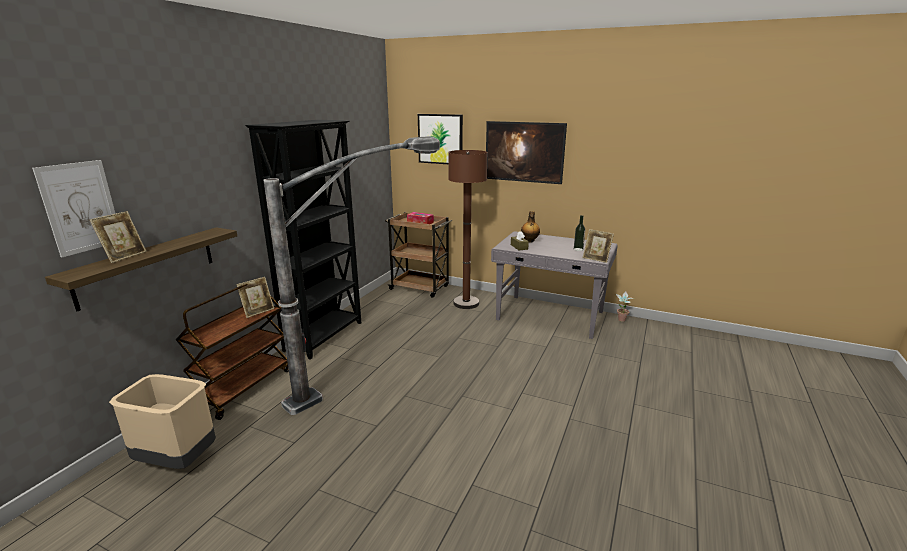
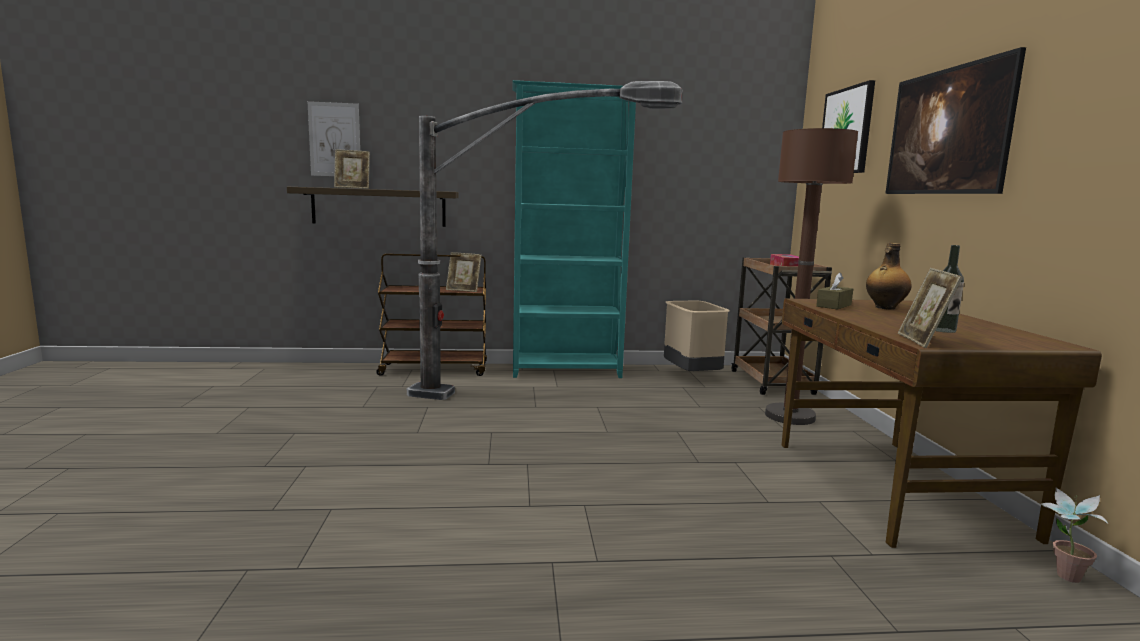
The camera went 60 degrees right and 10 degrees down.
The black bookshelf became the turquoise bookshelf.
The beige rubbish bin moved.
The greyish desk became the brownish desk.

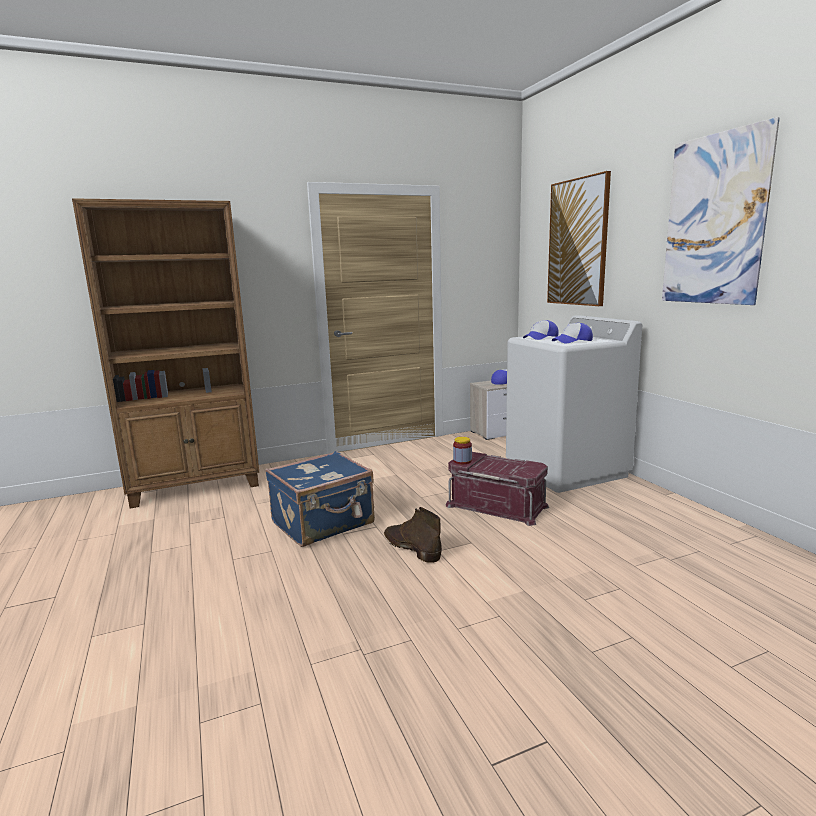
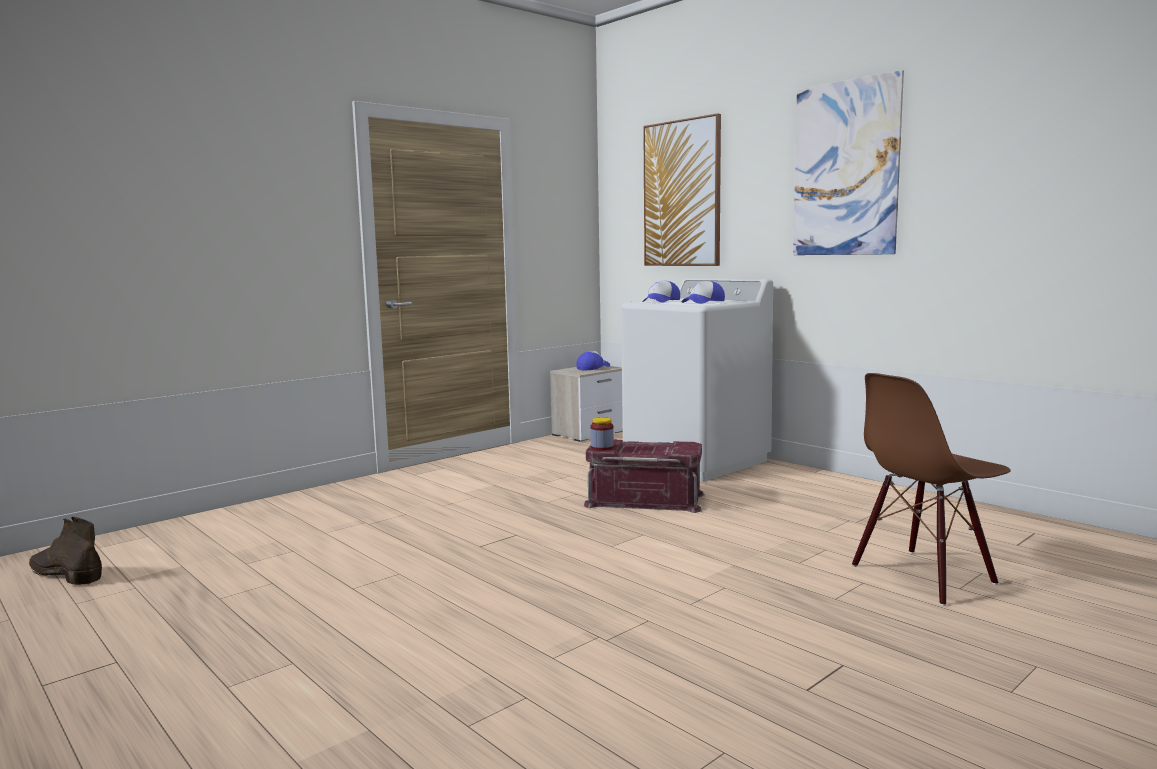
The camera went 20 degrees left and 5 degrees down.
The brownish tall boot moved.
The brownish chair appeared.
The brownish bookshelf disappeared.
The blue-coloured suitcase disappeared.

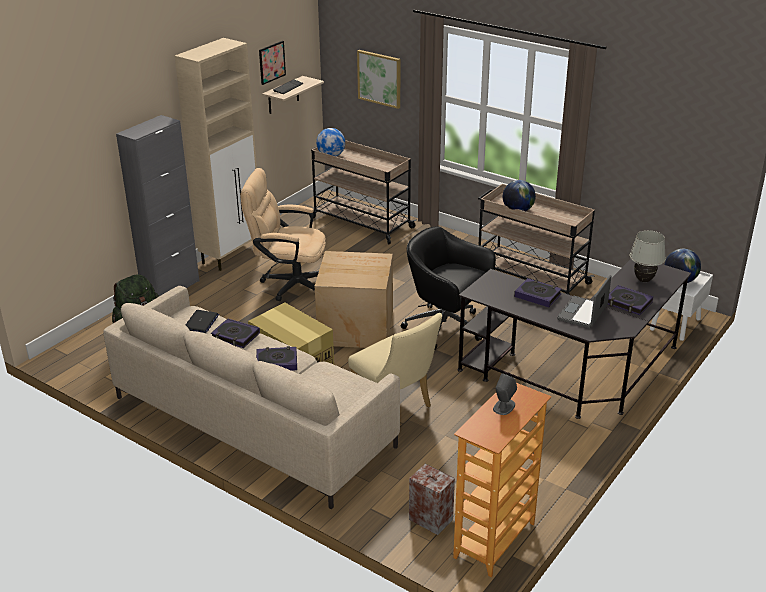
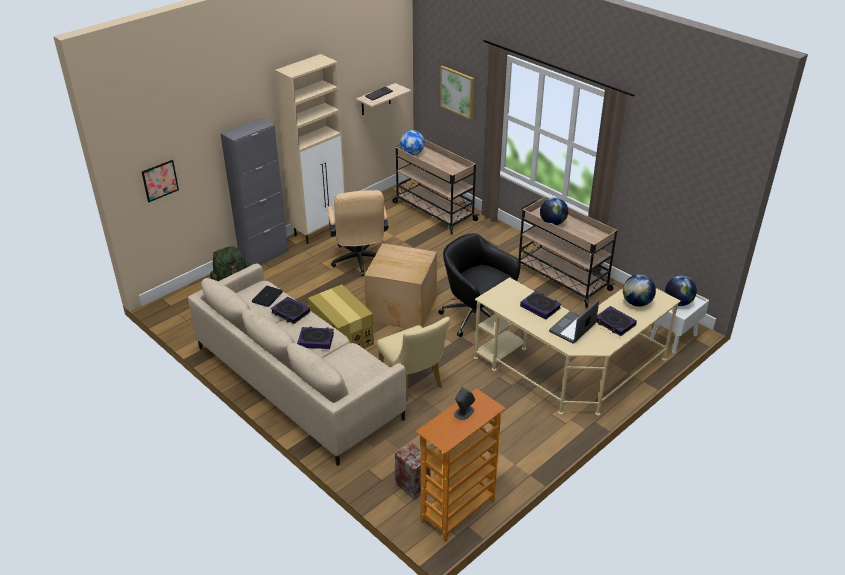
The camera went 10 degrees right and 5 degrees up.
The wall art (1st from left) moved.
The beige computer chair turned 120 degrees counterclockwise.
The black desk became the beige desk.
The white-coloured tabletop lamp was replaced by the desk globe (3rd from left).

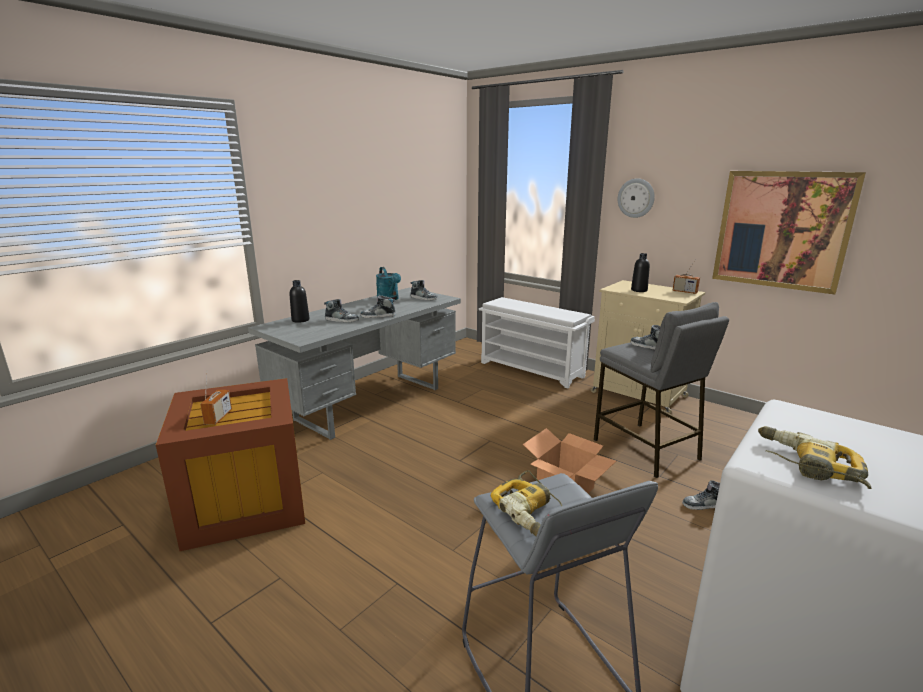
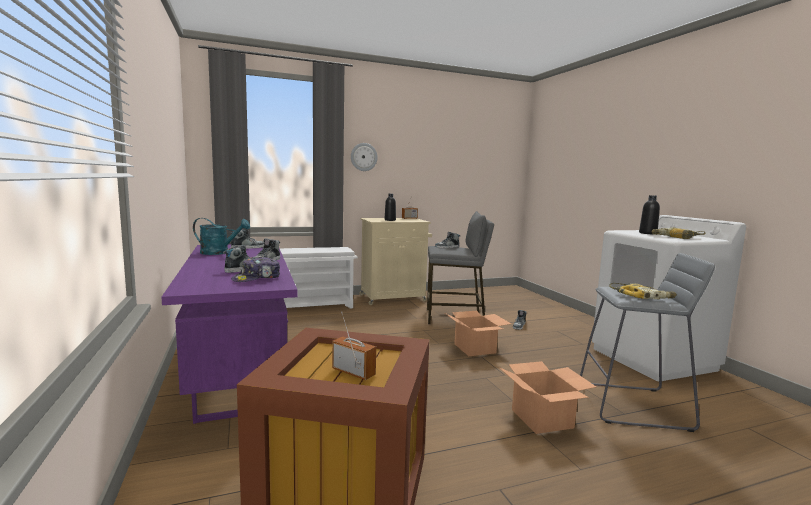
The camera went 60 degrees left and 10 degrees down.
The greyish desk became the purplish desk.
The cap appeared.
The packing box (2nd from left) appeared.
The black bottle (1st from left in the first image) moved.
The wall art disappeared.

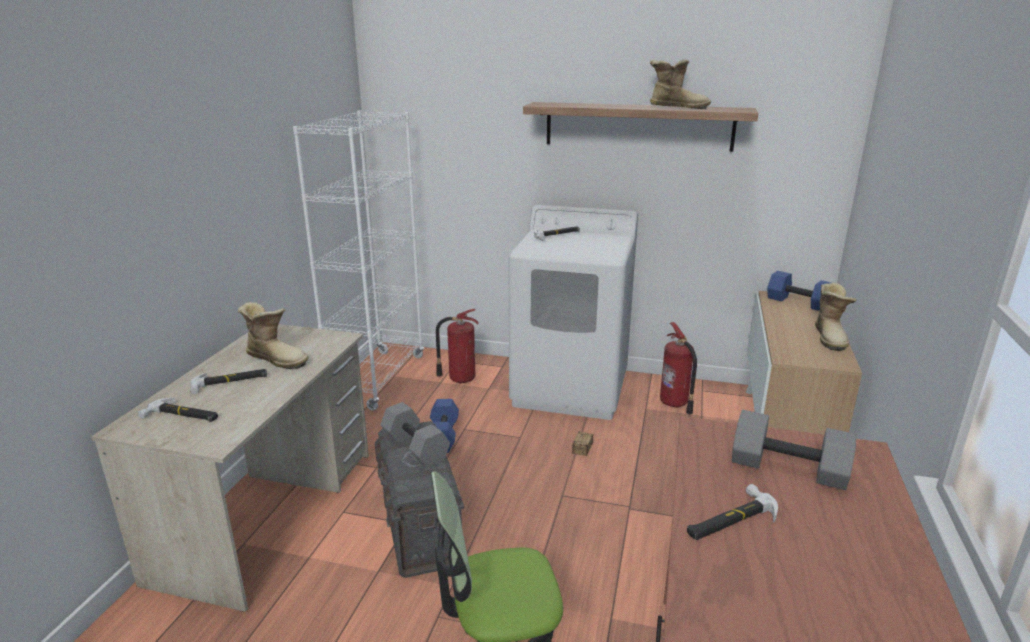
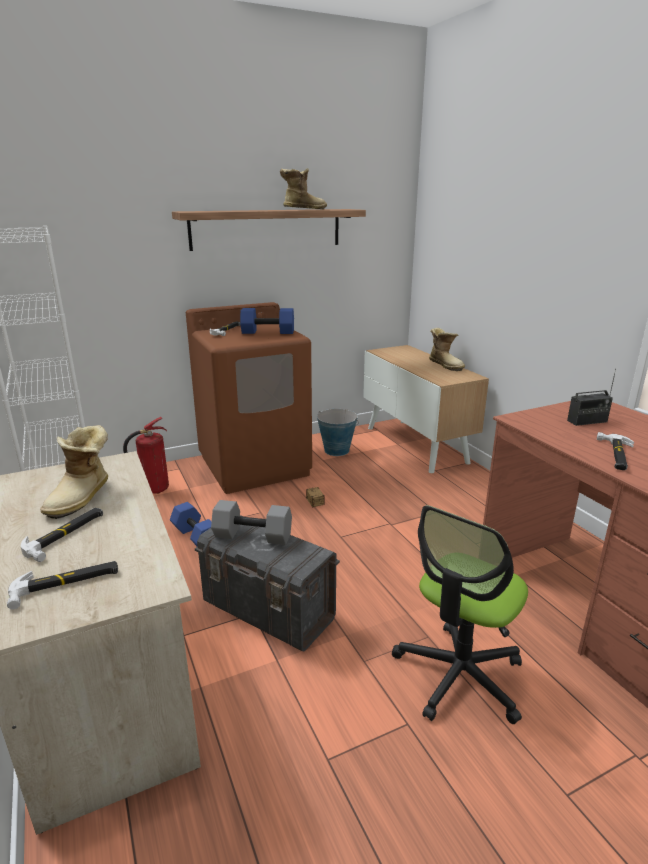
The camera went 40 degrees left and 0 degrees up.
The tall boot (1st from left) turned 120 degrees clockwise.
The white-coloured washing machine became the brownish washing machine.
The blue-coloured dumbbell (2nd from left) moved.
The extinguisher (2nd from left) was replaced by the bucket.
The greyish dumbbell (2nd from left) was replaced by the radio set.

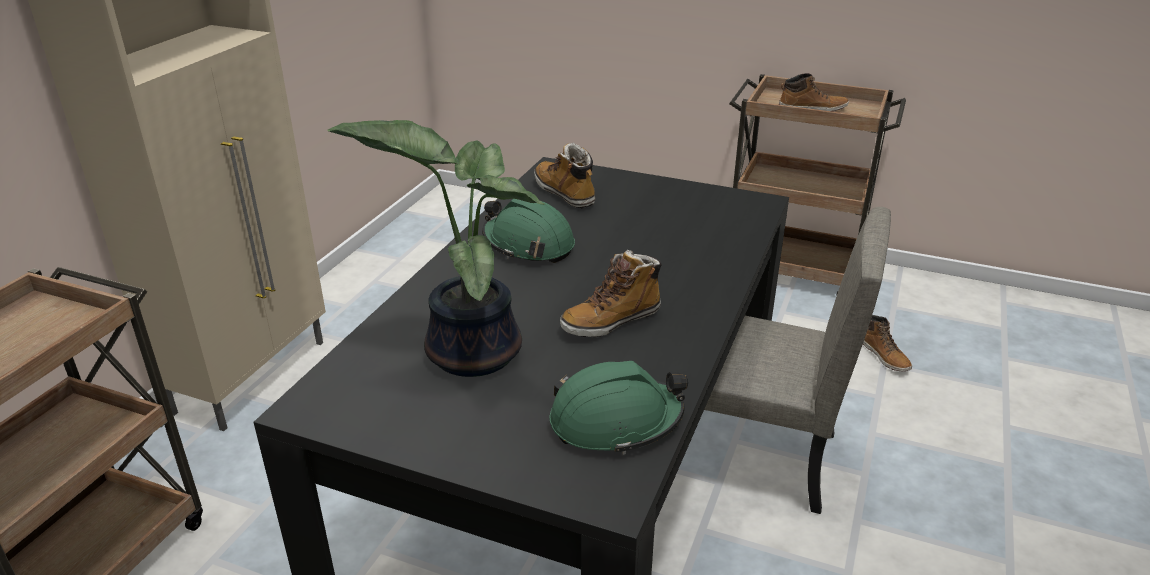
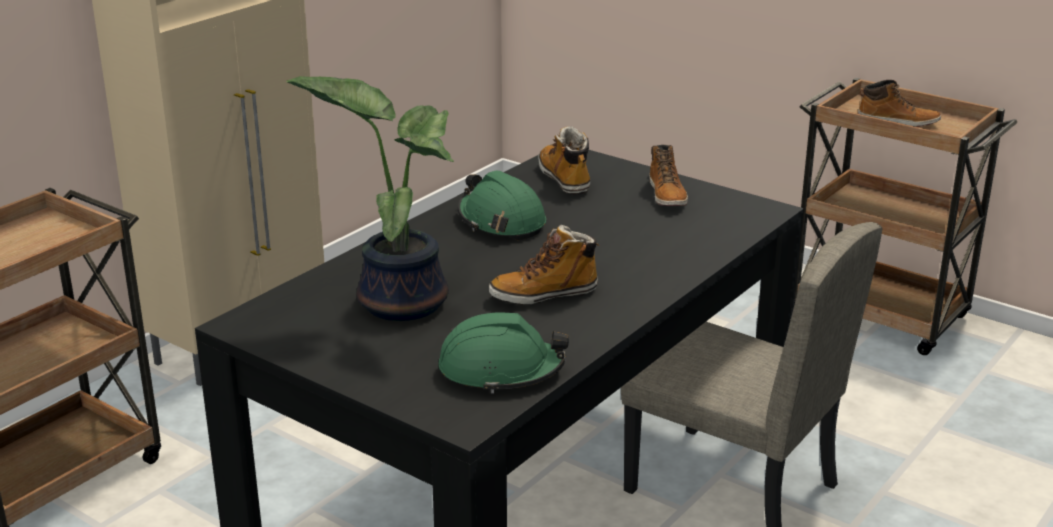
The camera went 15 degrees right and 5 degrees down.
The tall boot (4th from left in the first image) moved.

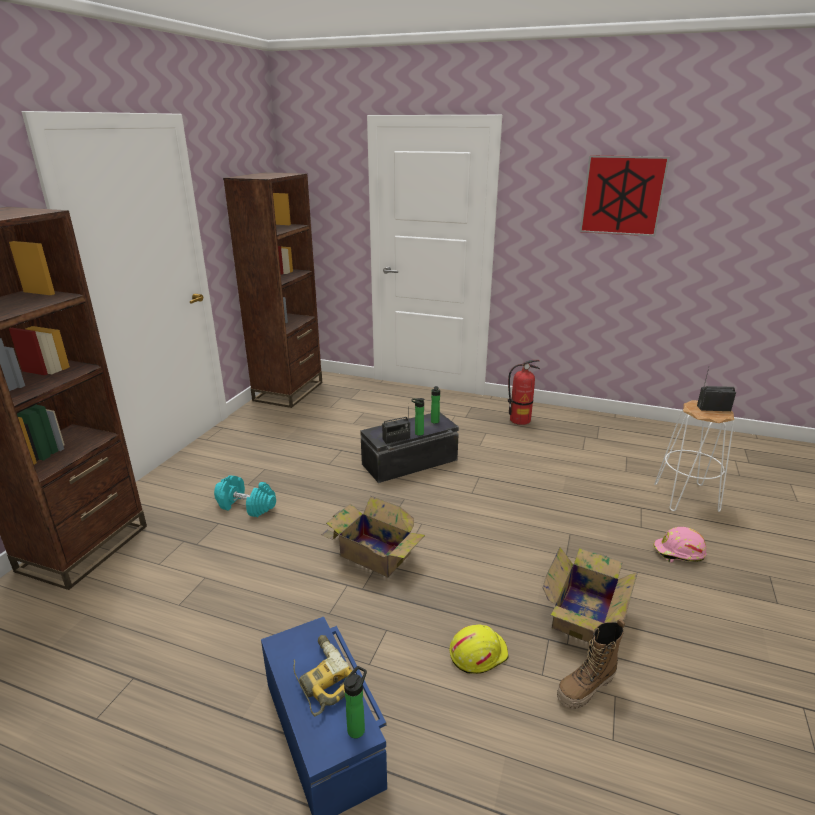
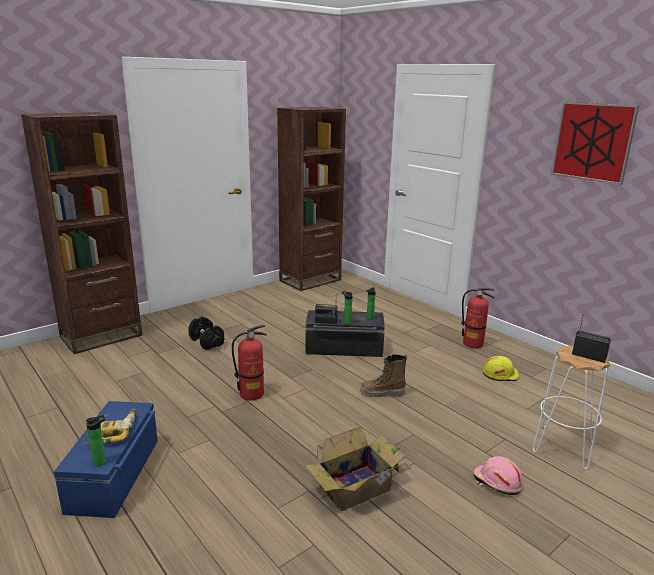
The camera went 30 degrees right and 5 degrees down.
The turquoise dumbbell became the black dumbbell.
The packing box (1st from left) was replaced by the extinguisher (1st from left).
The tall boot moved.
The yellow work helmet moved.

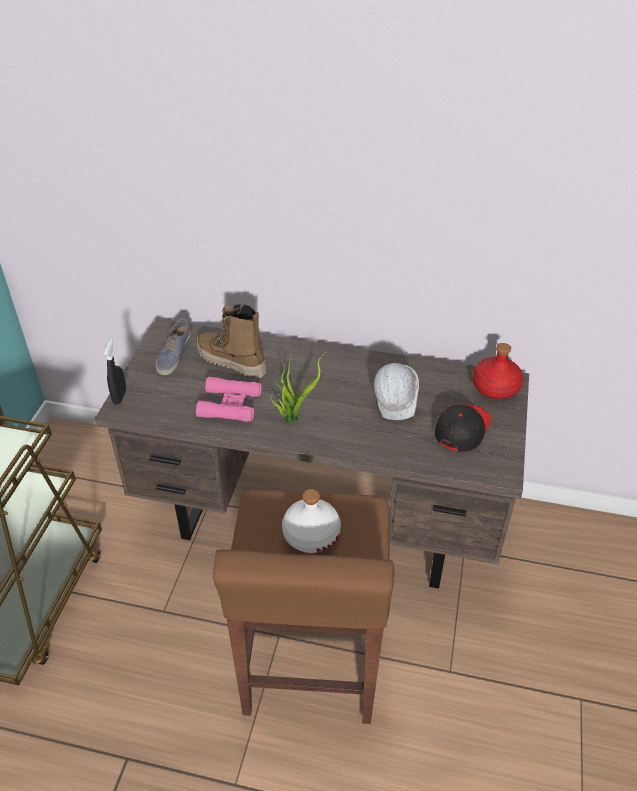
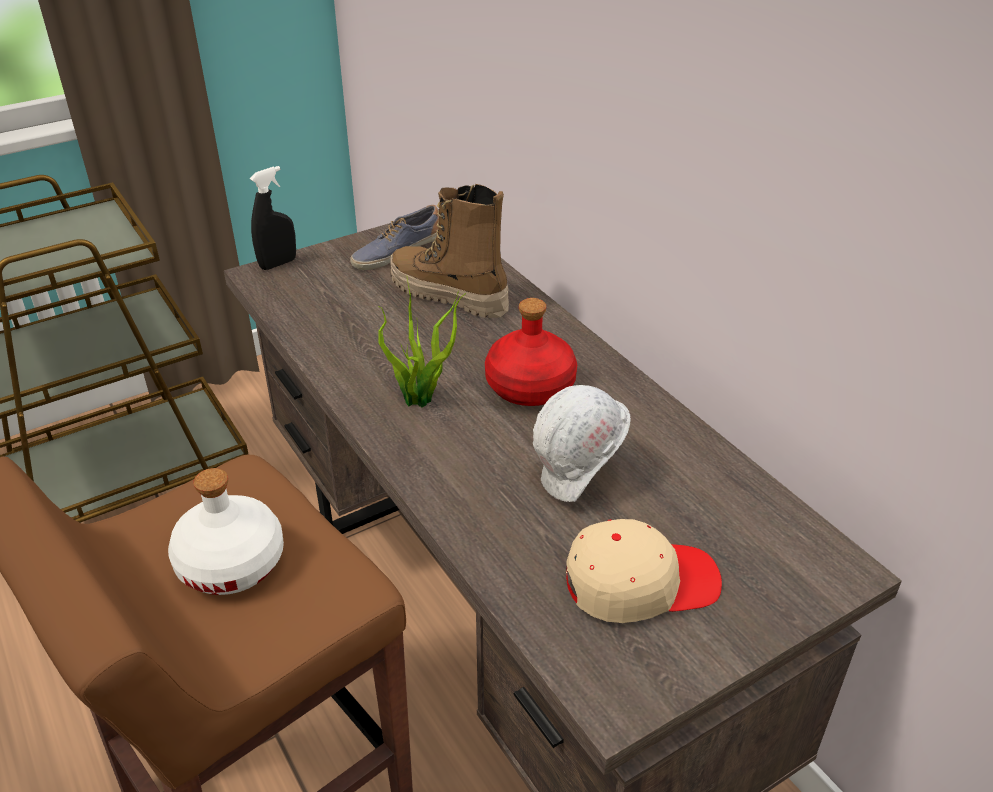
The camera went 45 degrees right and 5 degrees down.
The tall boot turned 45 degrees counterclockwise.
The red bottle moved.
The black cap became the beige cap.
The pinkish pair of binoculars disappeared.

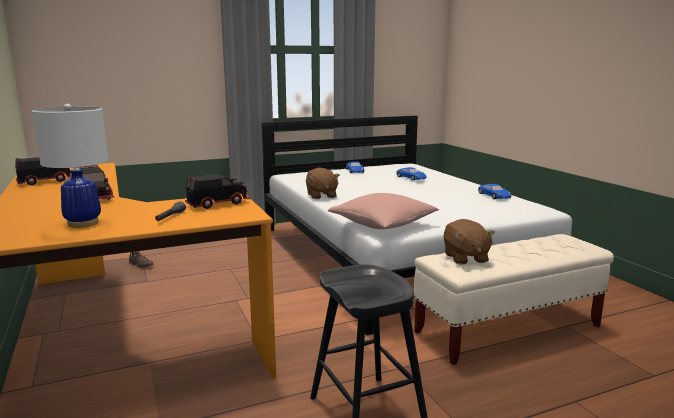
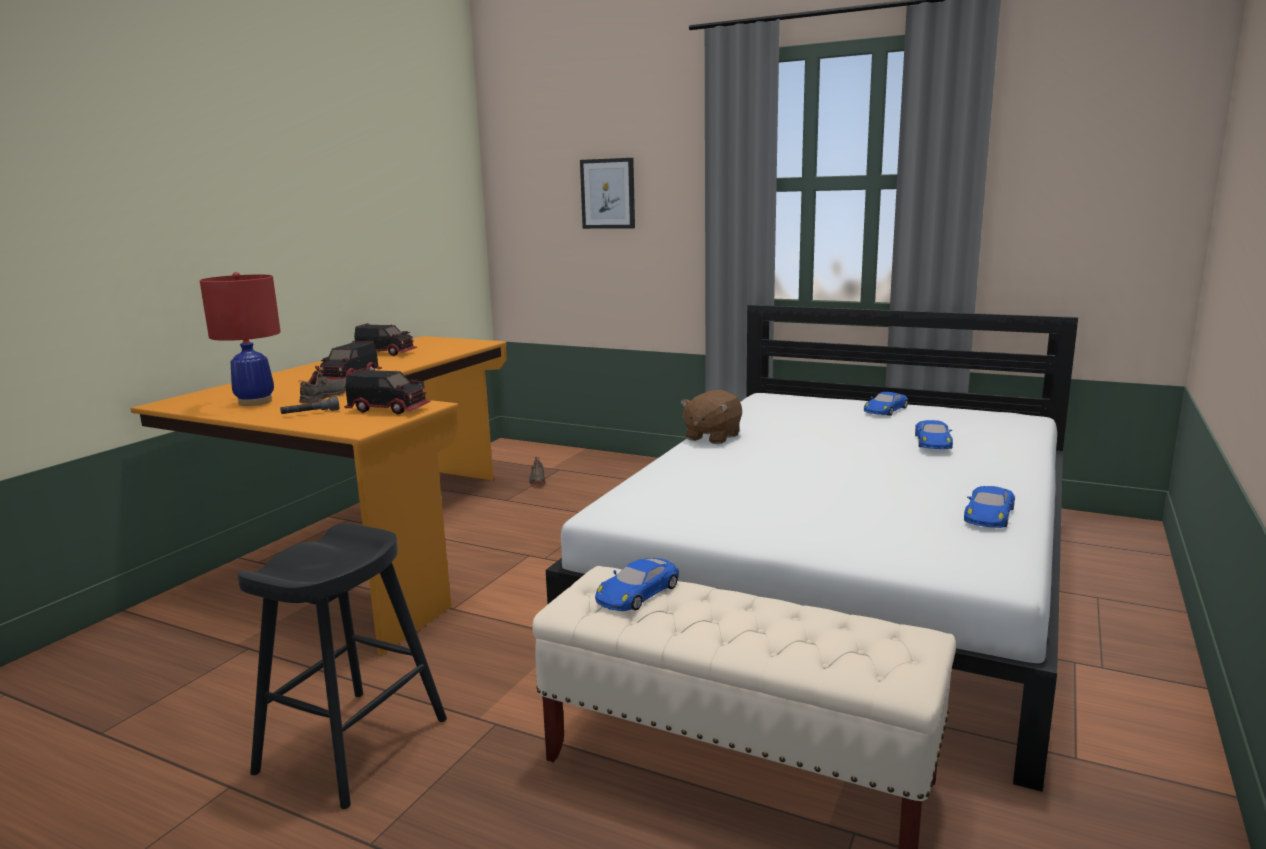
The camera went 50 degrees right and 0 degrees up.
The white-coloured tabletop lamp became the red tabletop lamp.
The black shoe (1st from left) appeared.
The wall art appeared.
The brownish cuddly toy (2nd from left) was replaced by the blue-coloured toy car (1st from left).
The pinkish pillow disappeared.

